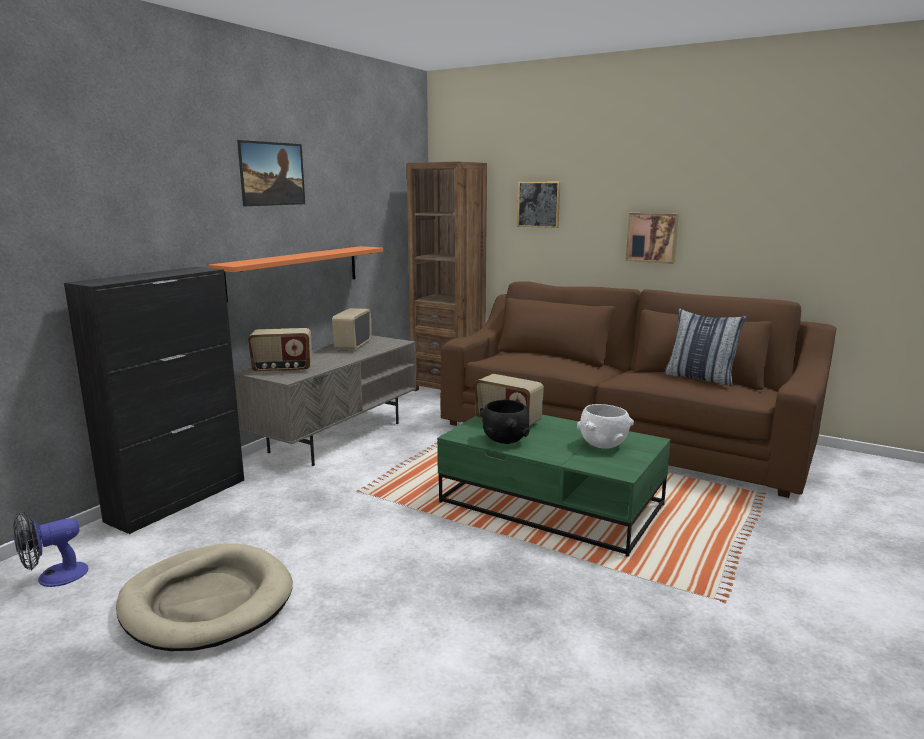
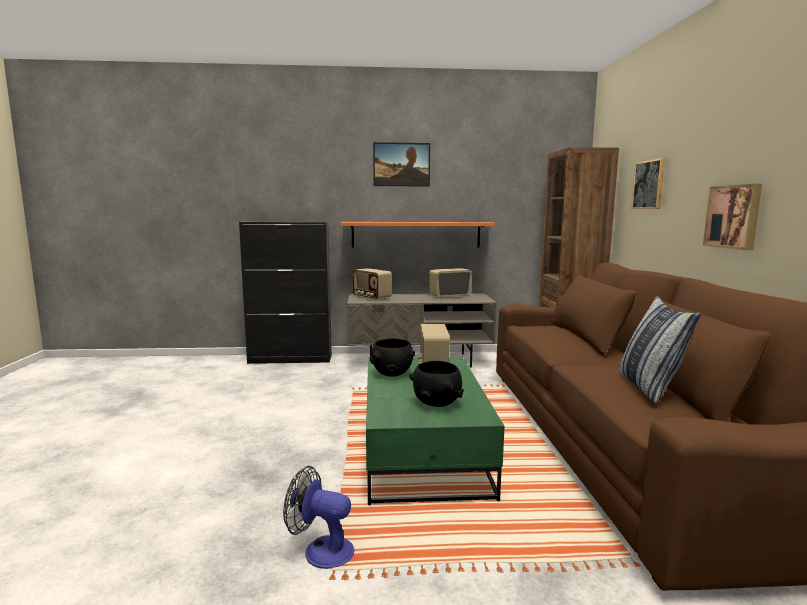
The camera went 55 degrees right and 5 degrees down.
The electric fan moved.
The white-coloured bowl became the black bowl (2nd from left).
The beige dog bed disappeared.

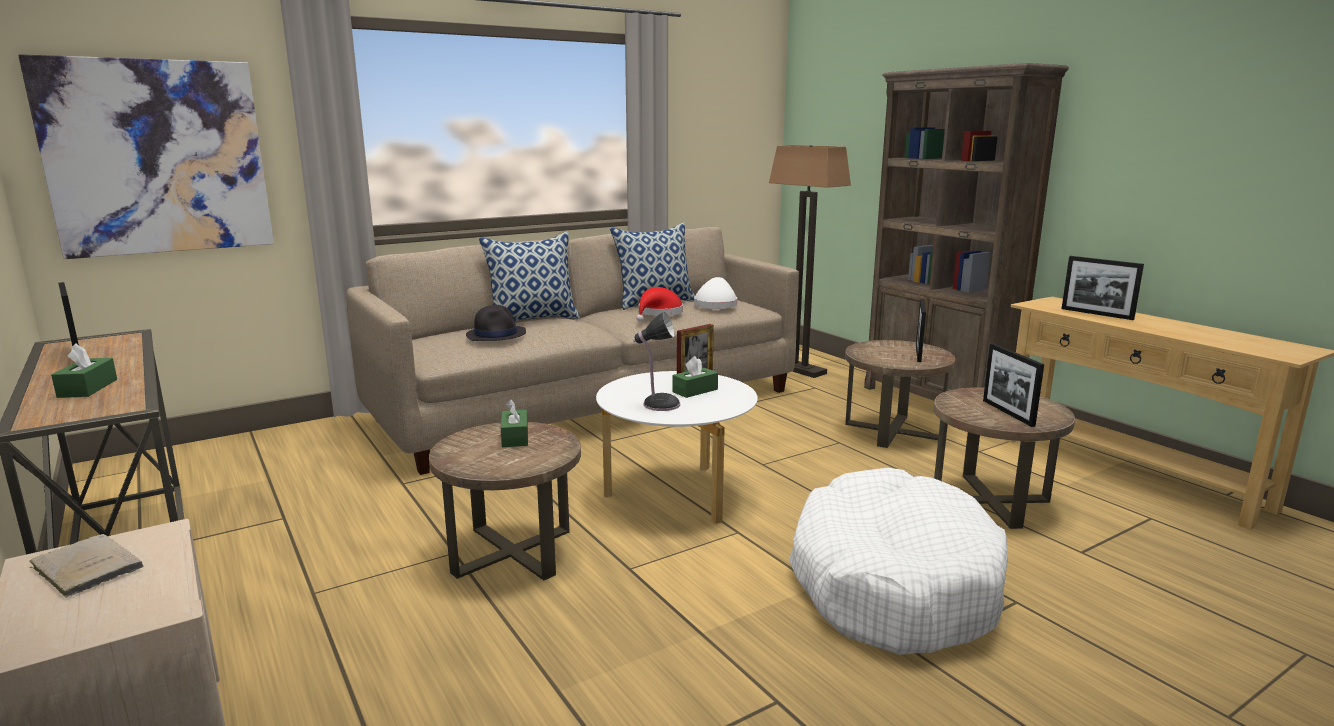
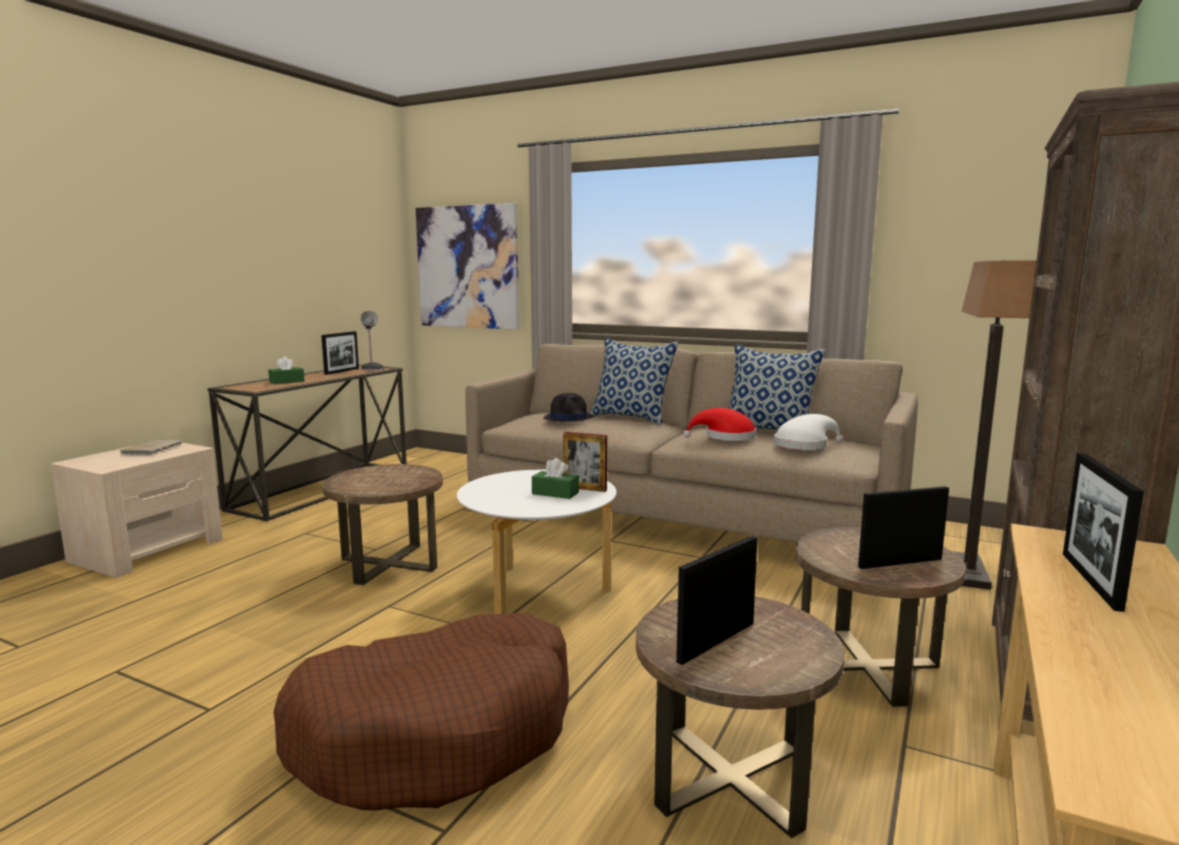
The camera went 60 degrees right and 5 degrees down.
The white-coloured dog bed became the brownish dog bed.
The tabletop lamp moved.
The green tissue holder (2nd from left) disappeared.

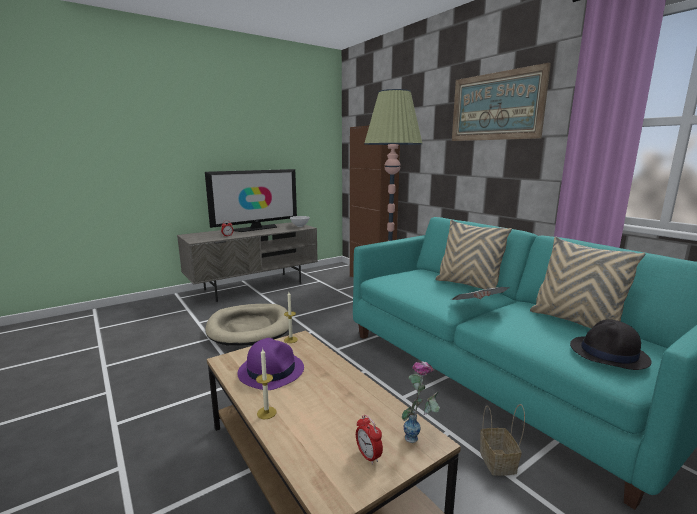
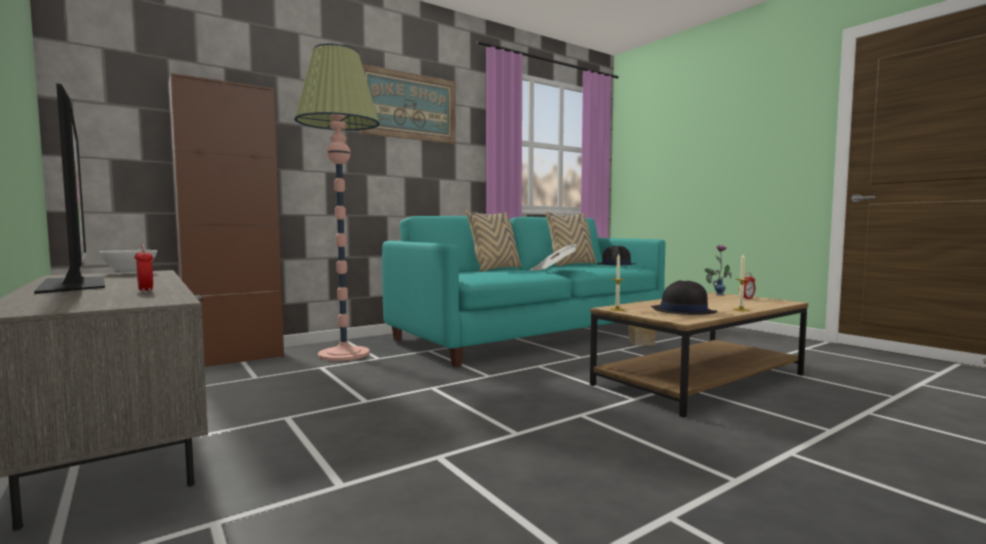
The camera went 90 degrees left and 10 degrees down.
The purplish wearable hat became the black wearable hat (2nd from left).
The beige dog bed disappeared.

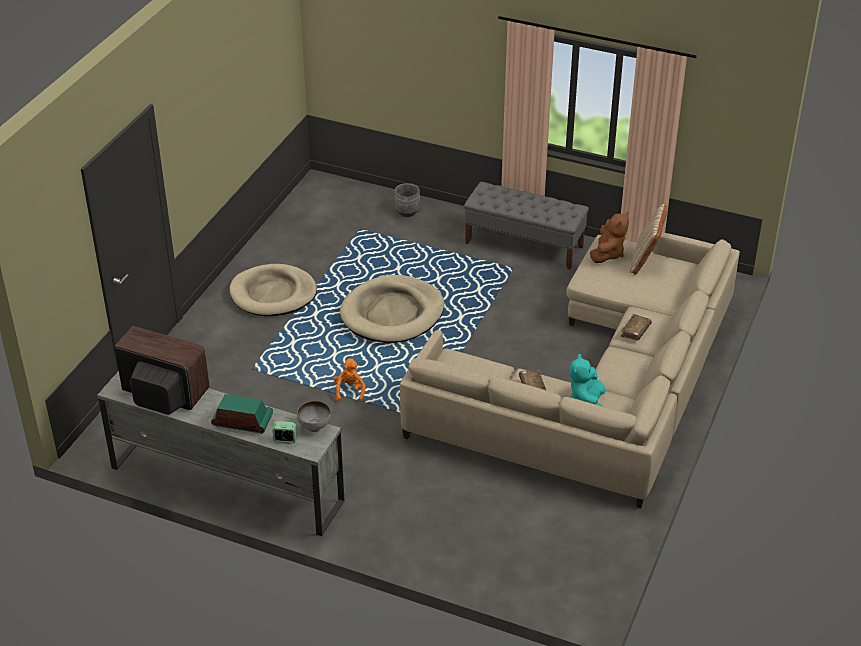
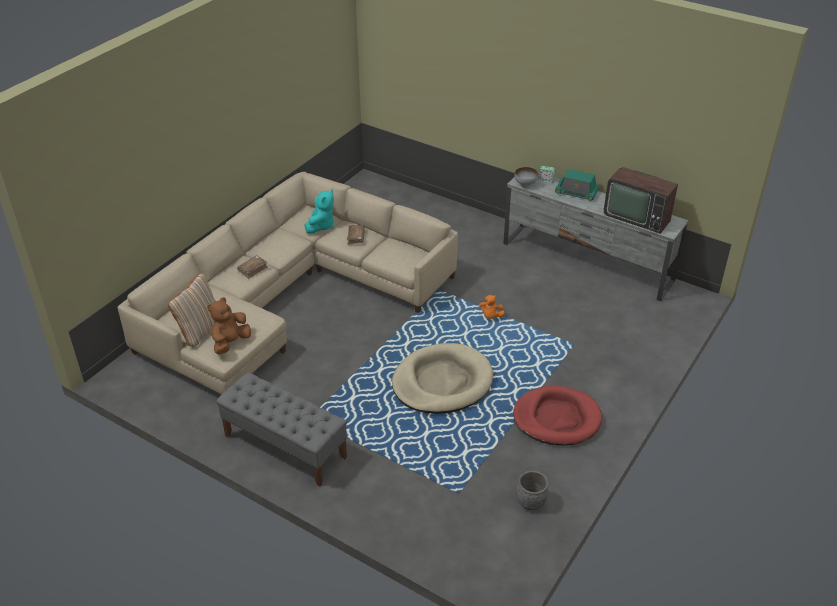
The camera went 170 degrees left and 0 degrees up.
The beige dog bed (1st from left) became the red dog bed.
The greyish planter moved.

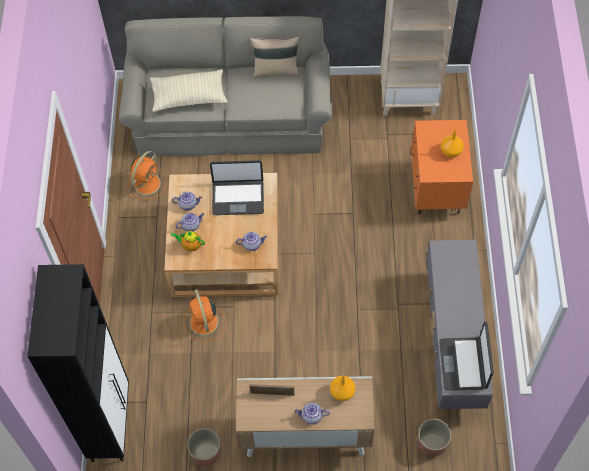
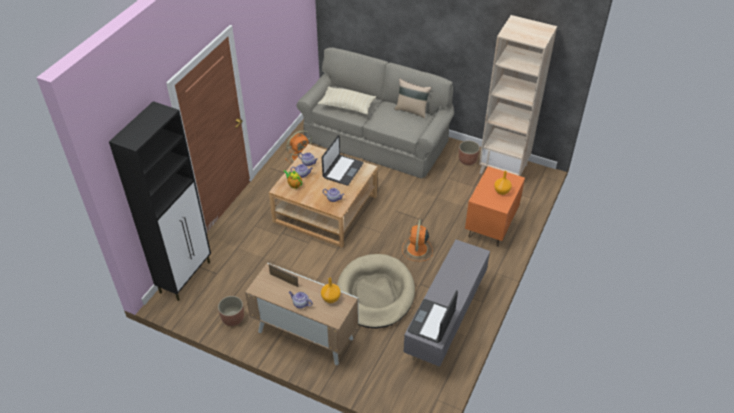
The camera went 25 degrees right and 15 degrees down.
The notebook computer (1st from left) turned 90 degrees counterclockwise.
The beige dog bed appeared.
The orangey electric fan (2nd from left) moved.
The planter (2nd from left) moved.

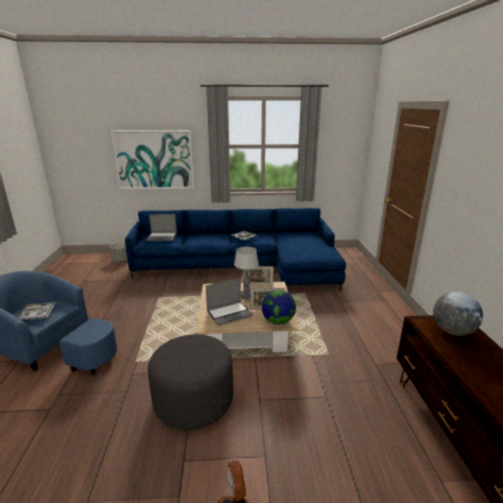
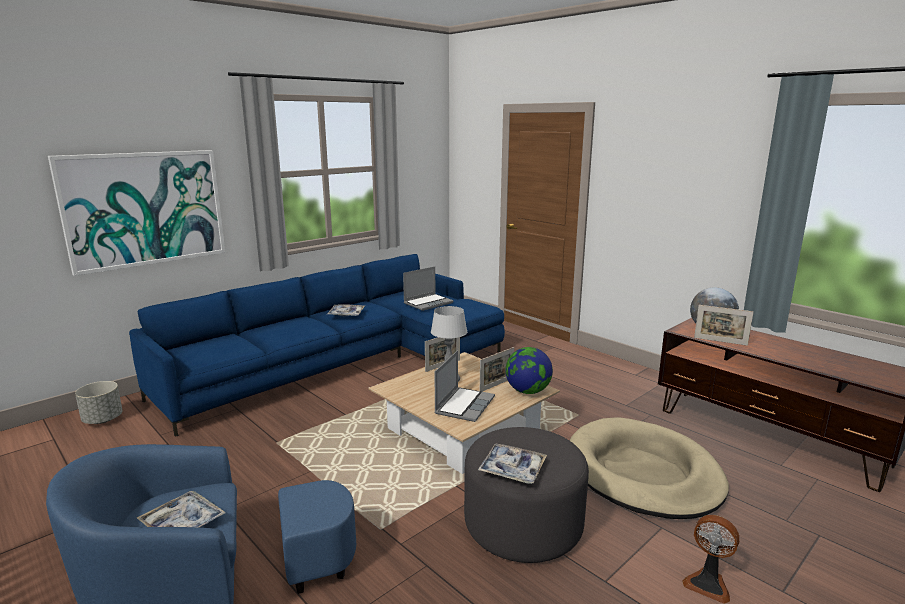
The camera went 40 degrees left and 5 degrees down.
The notebook computer (1st from left) moved.
The carrying tray (3rd from left) appeared.
The beige dog bed appeared.
The standing frame (3rd from left) appeared.

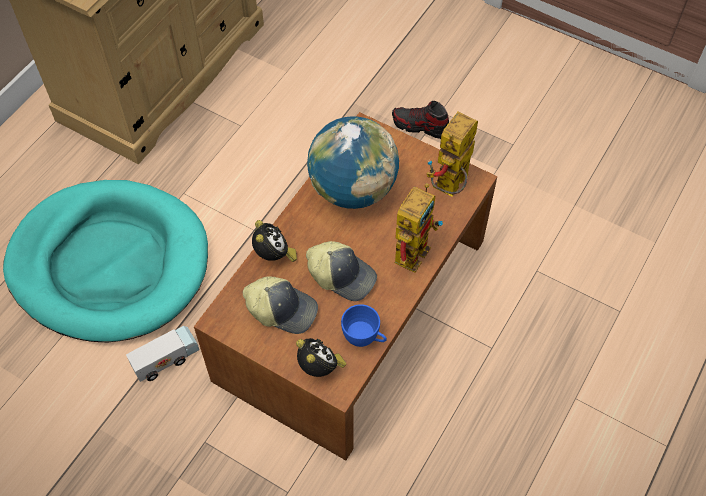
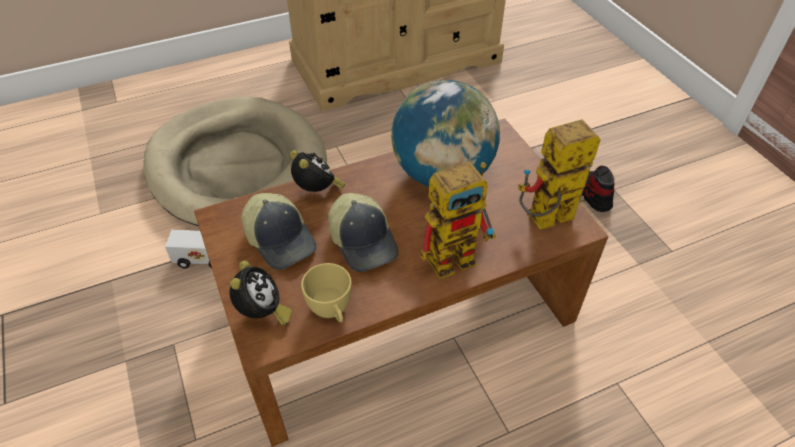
The camera went 35 degrees right and 10 degrees down.
The turquoise dog bed became the beige dog bed.
The alarm clock (1st from left in the first image) turned 60 degrees counterclockwise.
The blue-coloured drinking cup became the yellow drinking cup.

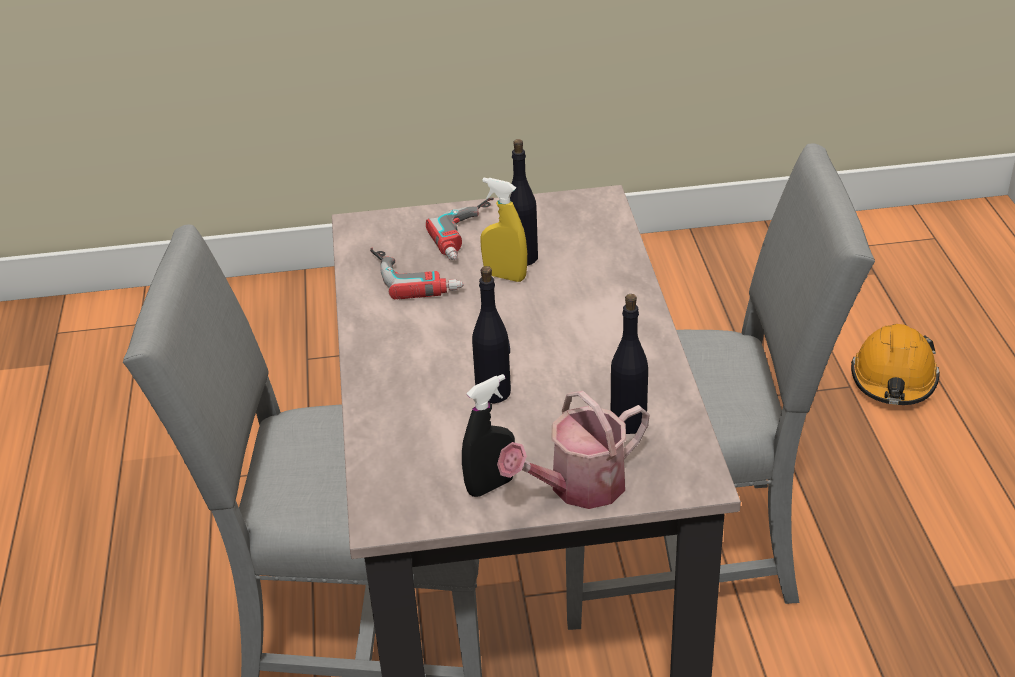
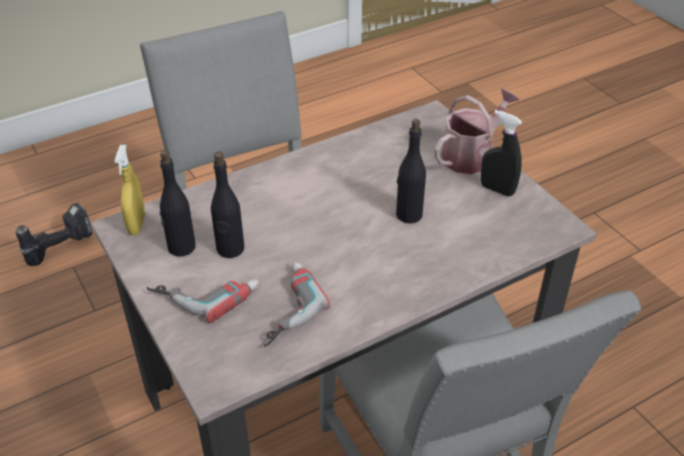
The camera went 115 degrees left and 5 degrees up.
The orangey work helmet was replaced by the power drill (1st from left).
The yellow hand sprayer moved.
The black bottle (3rd from left in the first image) moved.
The watering pot turned 75 degrees counterclockwise.

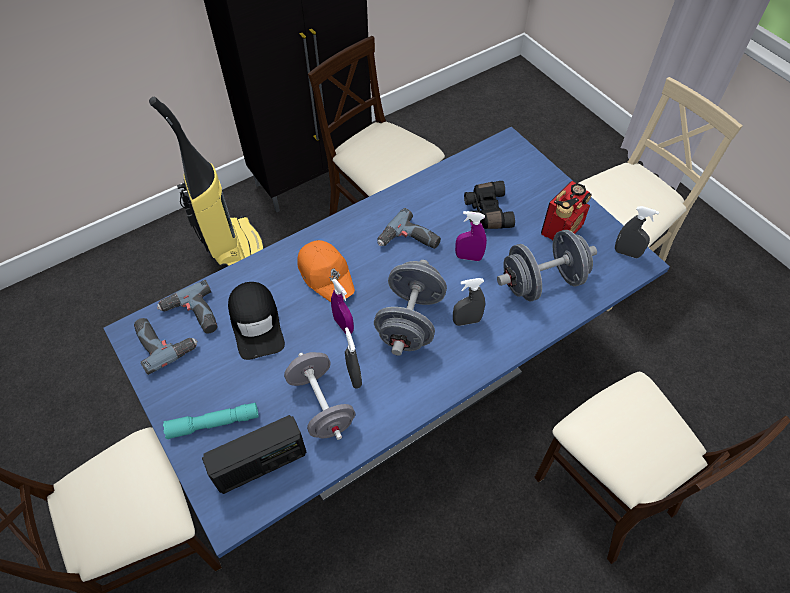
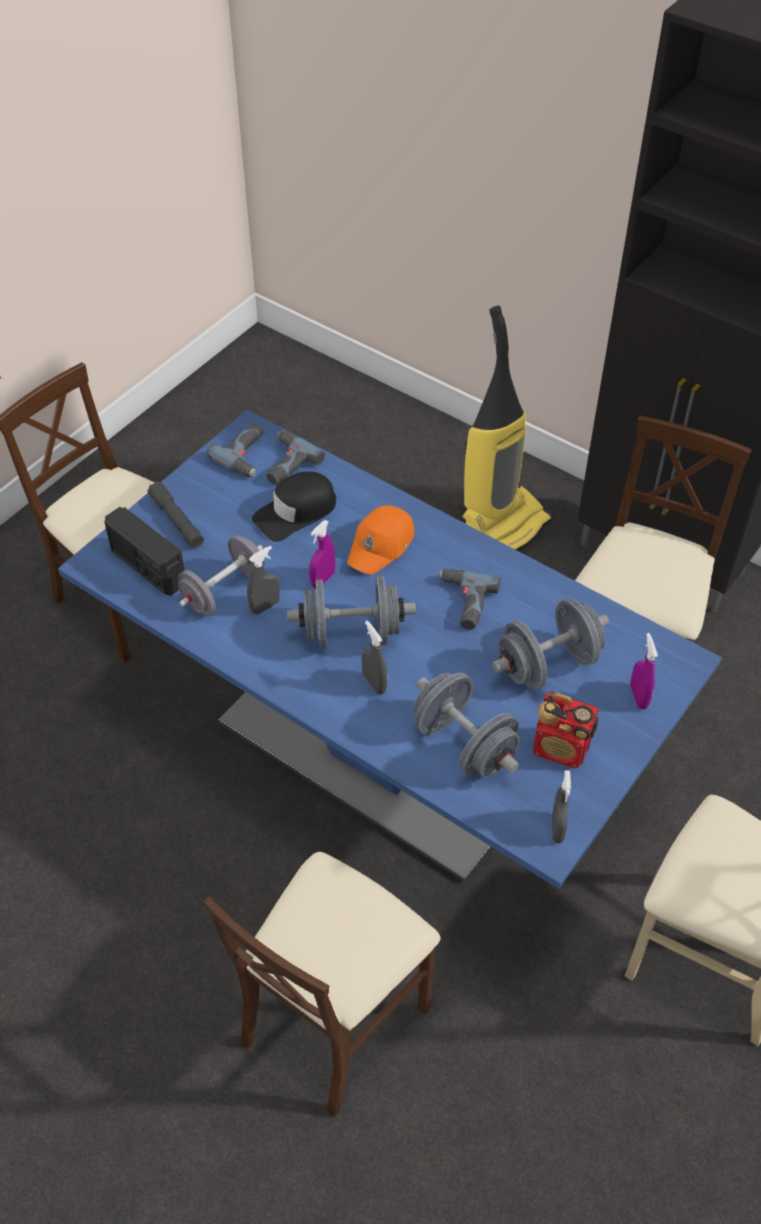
The camera went 70 degrees right and 5 degrees down.
The turquoise torch became the greyish torch.
The black pair of binoculars was replaced by the greyish dumbbell (4th from left).
The purplish hand sprayer (2nd from left) moved.

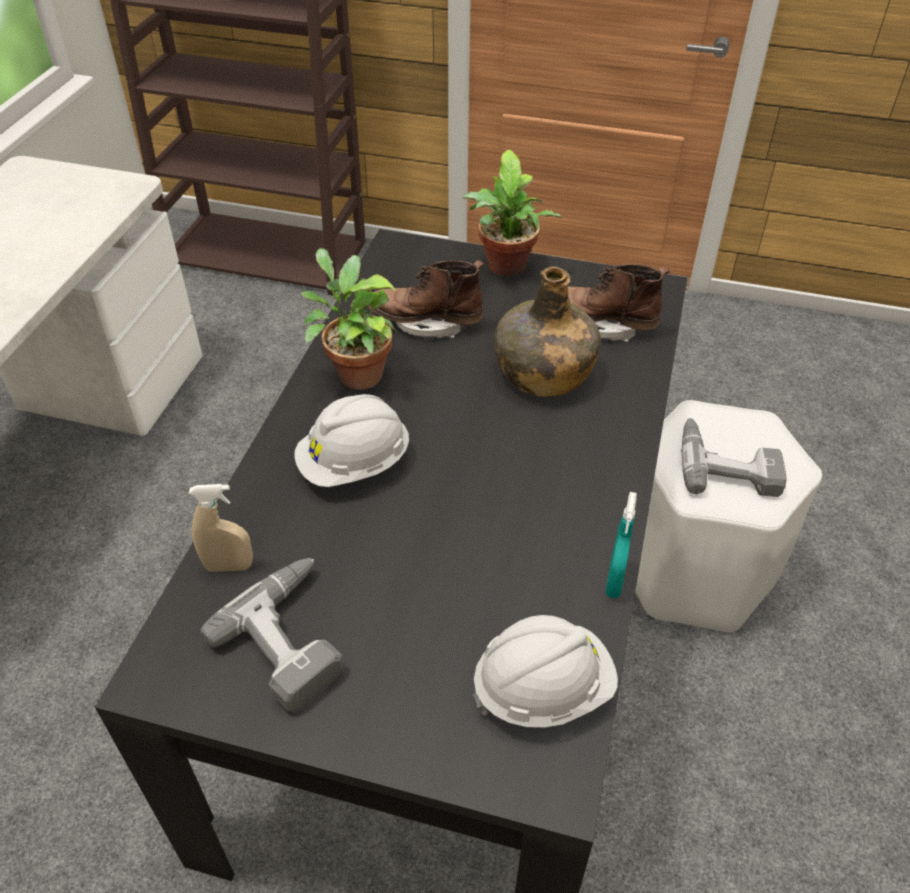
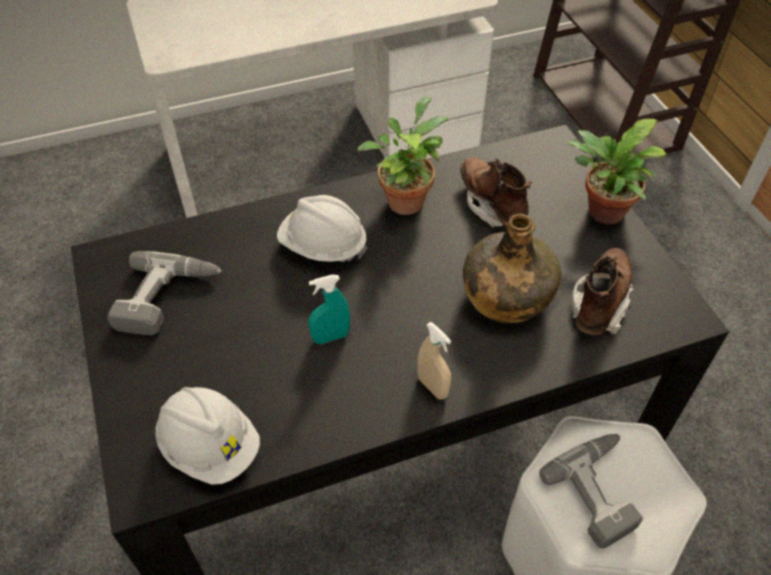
The camera went 55 degrees right and 5 degrees up.
The turquoise hand sprayer moved.
The beige hand sprayer moved.
The brownish tall boot (2nd from left) turned 45 degrees clockwise.

